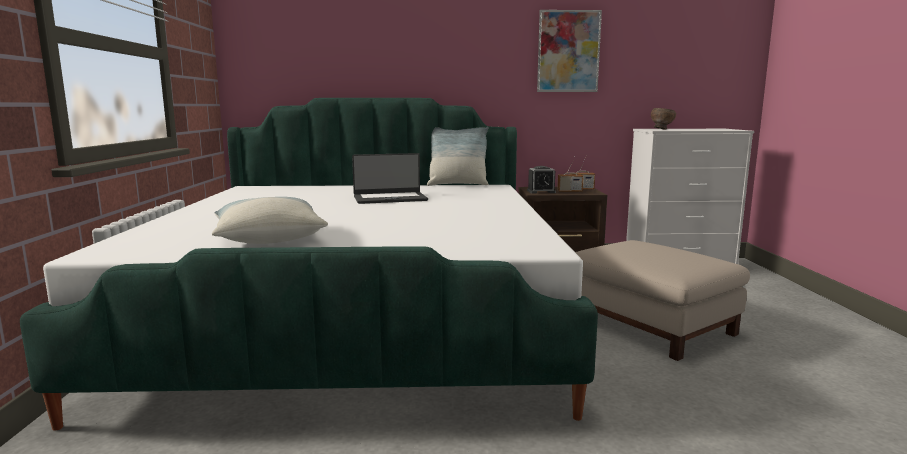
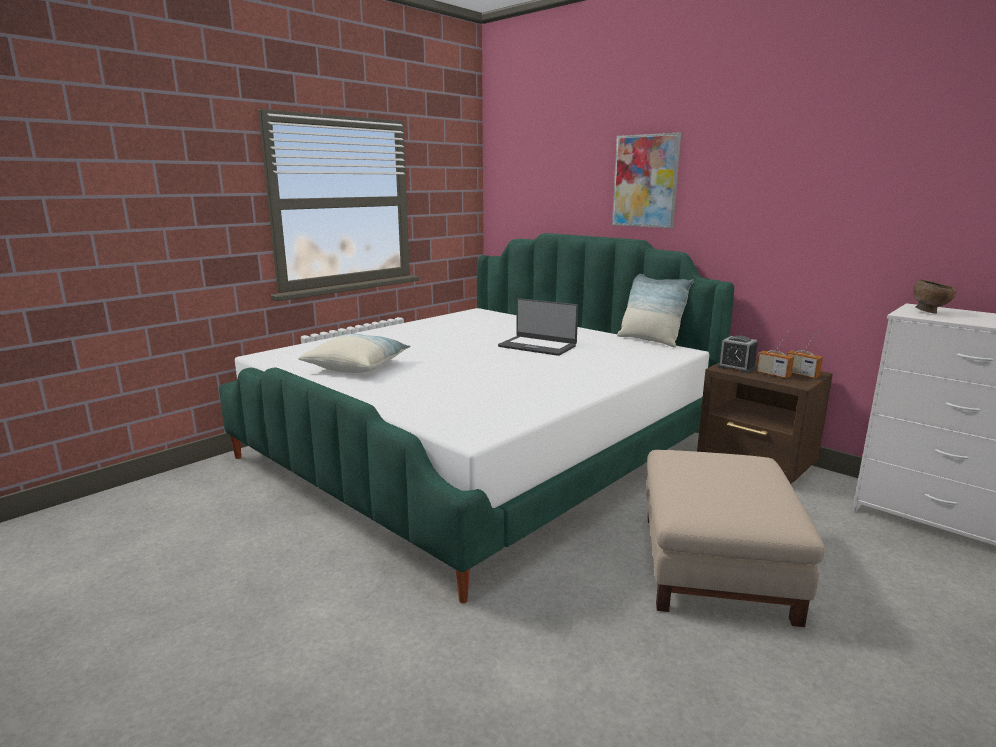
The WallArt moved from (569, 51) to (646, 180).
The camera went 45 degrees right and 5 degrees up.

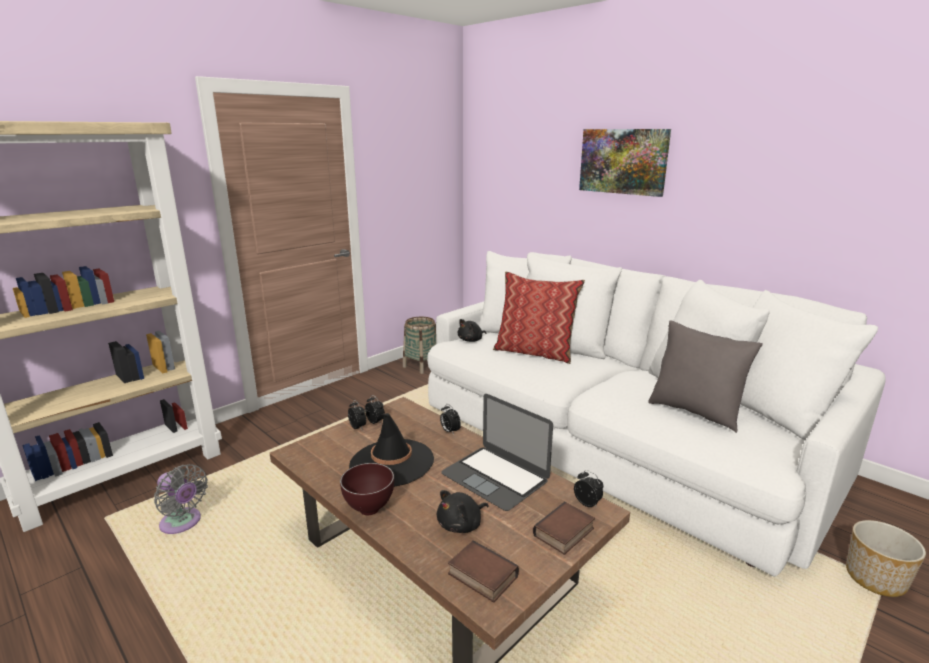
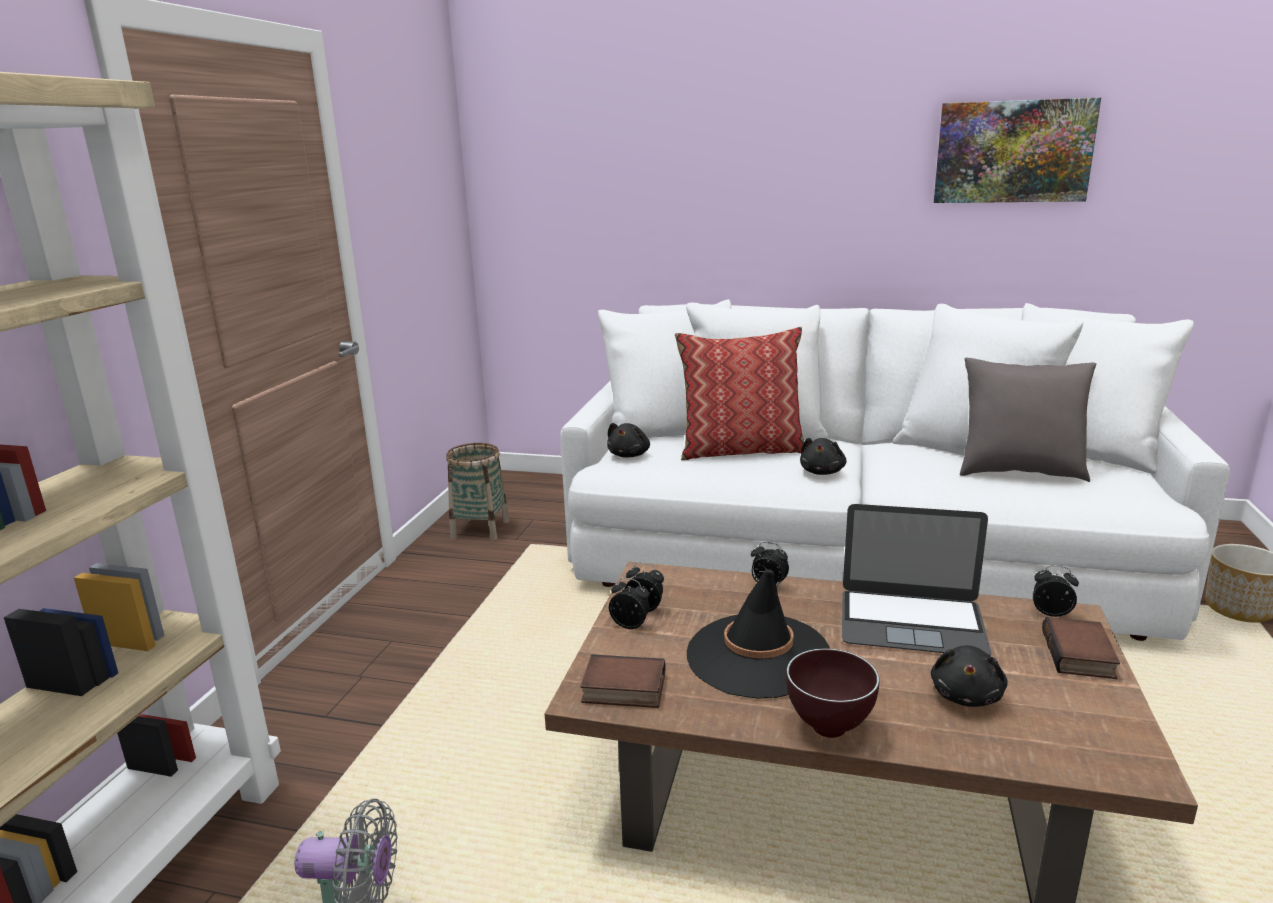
The WallArt moved from (625, 163) to (1017, 150).
The Book moved from (483, 572) to (623, 681).
The BlackSoftToy at (823, 456) appeared.
The camera went 30 degrees left and 0 degrees up.

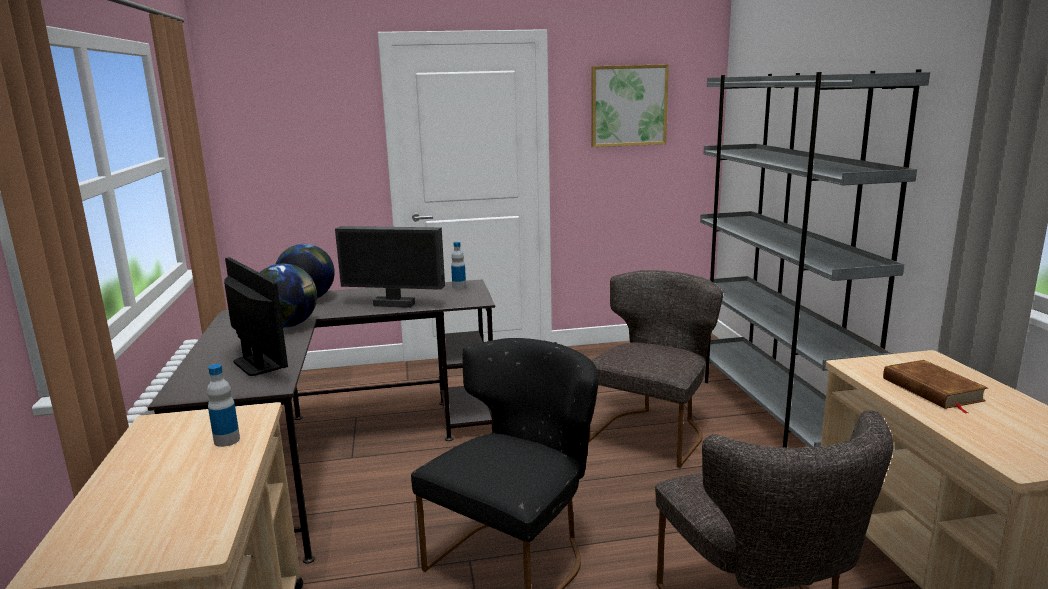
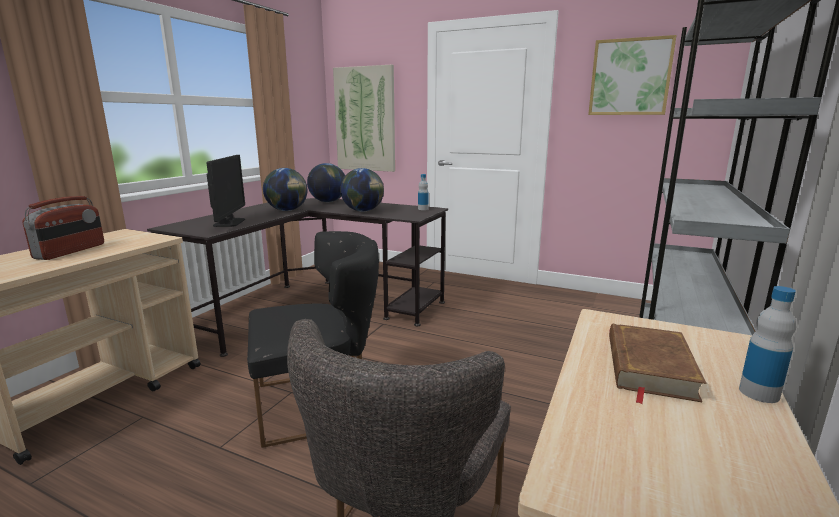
The Monitor at (390, 267) was replaced by the WorldGlobe at (362, 190).
The GreyPlainChair at (656, 369) disappeared.
The DrinkBottle moved from (223, 405) to (767, 344).
The WallArt at (364, 118) appeared.
The RadioReceiver at (63, 228) appeared.
The camera went 35 degrees right and 0 degrees up.

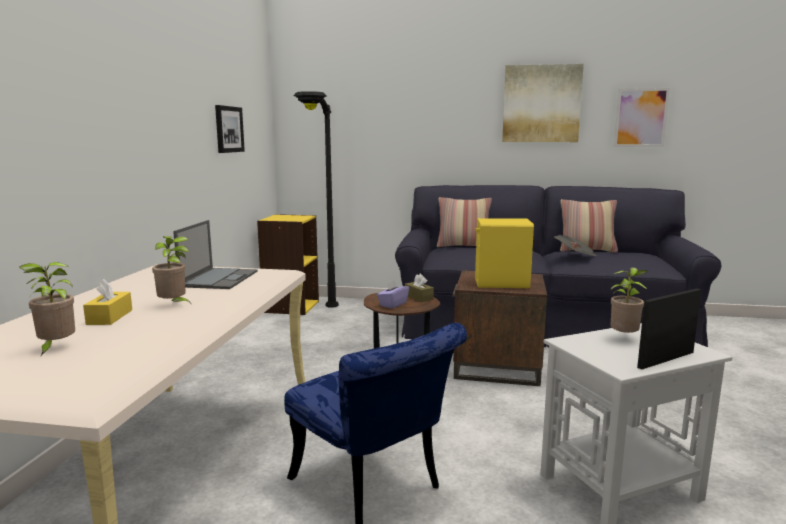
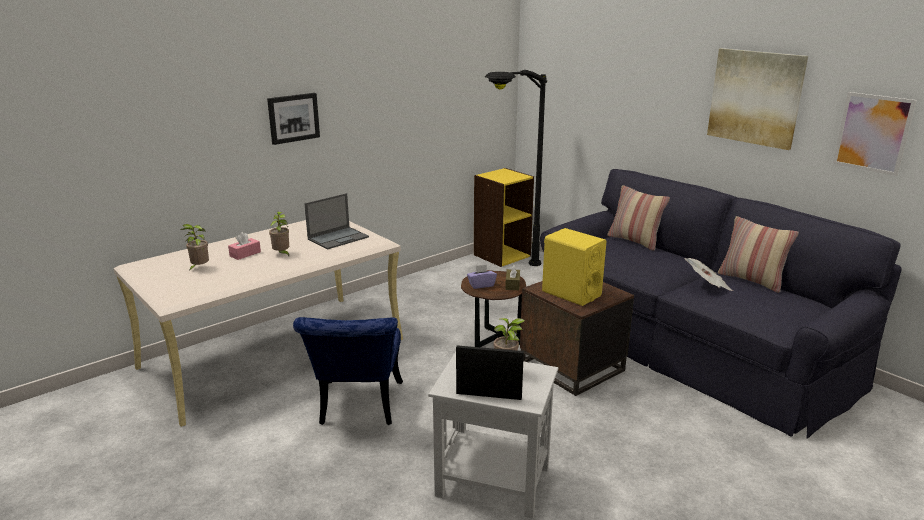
The WallArt moved from (230, 129) to (293, 119).
The YellowBoxOfTissues at (107, 302) became the PinkBoxOfTissues at (244, 246).
The camera went 40 degrees right and 10 degrees up.

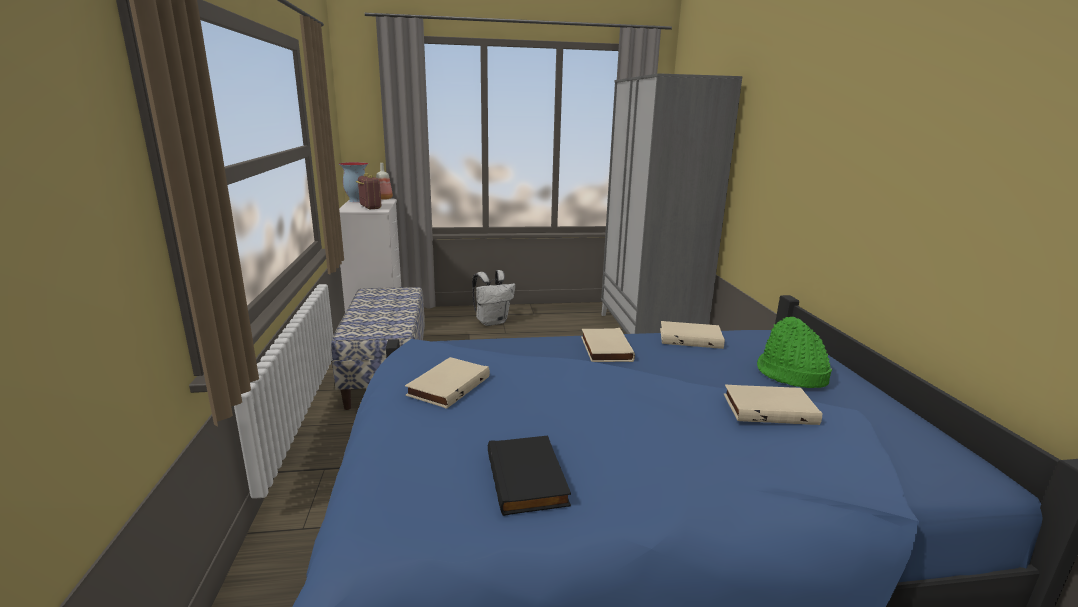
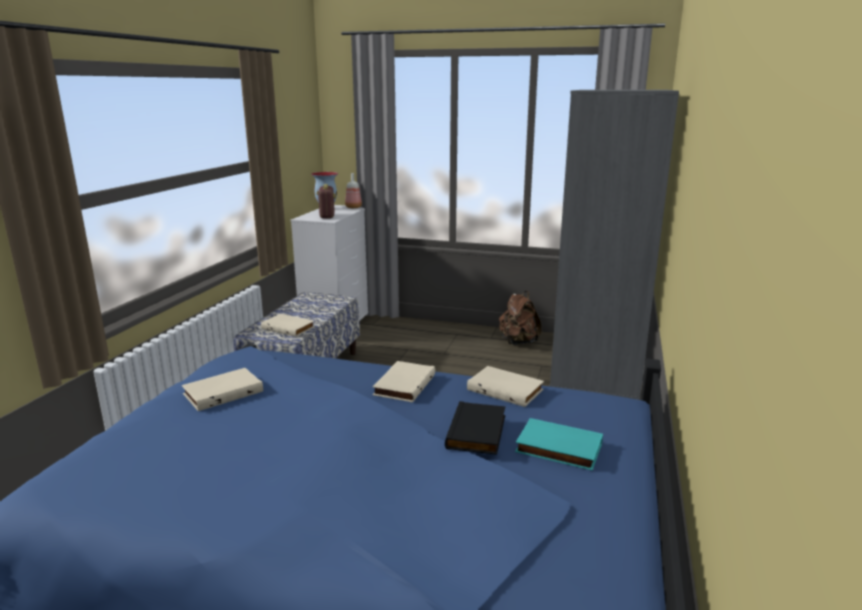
The WhiteColouredKnapsack at (493, 298) disappeared.
The GreenishHat at (794, 352) was replaced by the TurquoiseColouredBook at (559, 444).
The BeigeColouredBook moved from (773, 404) to (288, 325).
The BlackBook moved from (529, 475) to (475, 428).
The BrownKnapsack at (520, 318) appeared.
The camera went 25 degrees right and 0 degrees up.

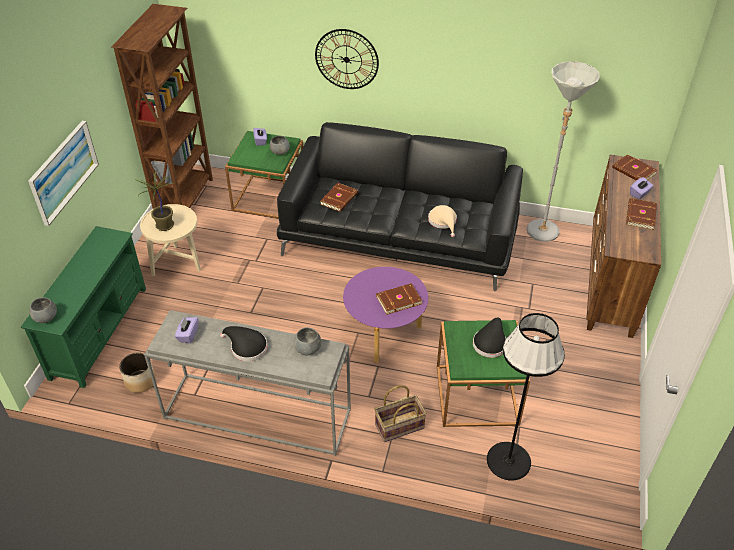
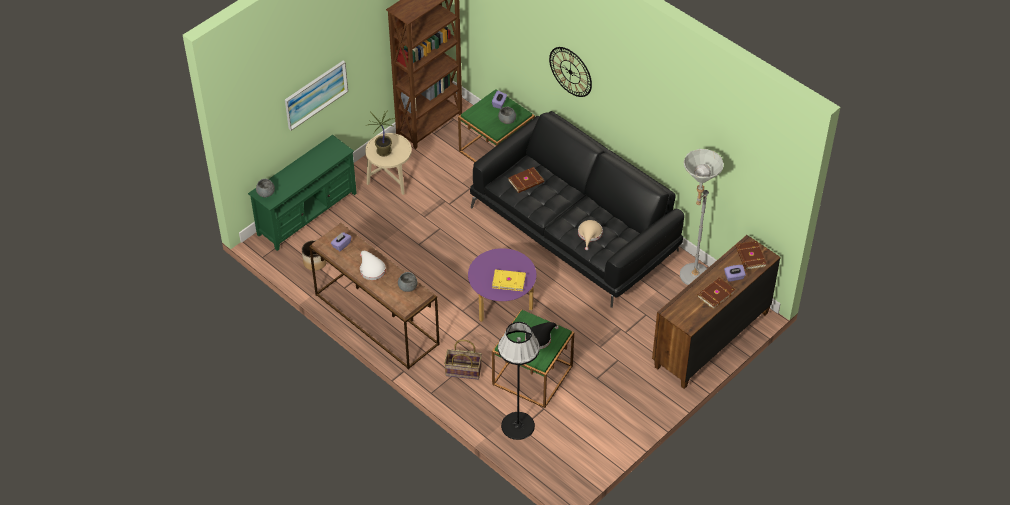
The BrownBook at (399, 299) became the YellowBook at (509, 280).
The GreyNarrowTable at (247, 383) became the BrownNarrowTable at (374, 296).
The BlackHat at (244, 344) became the WhiteColouredHat at (373, 265).
The camera went 30 degrees right and 5 degrees up.

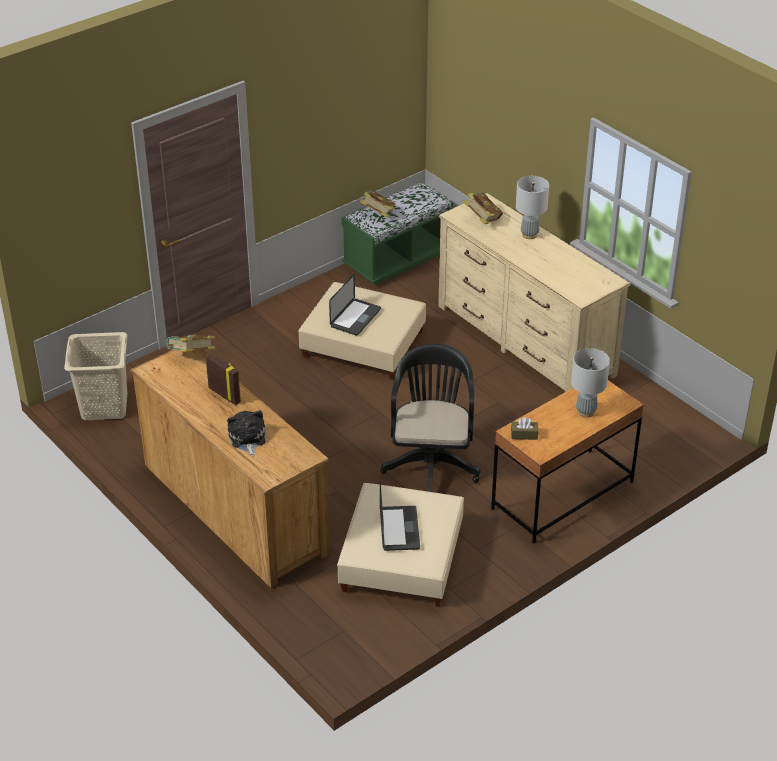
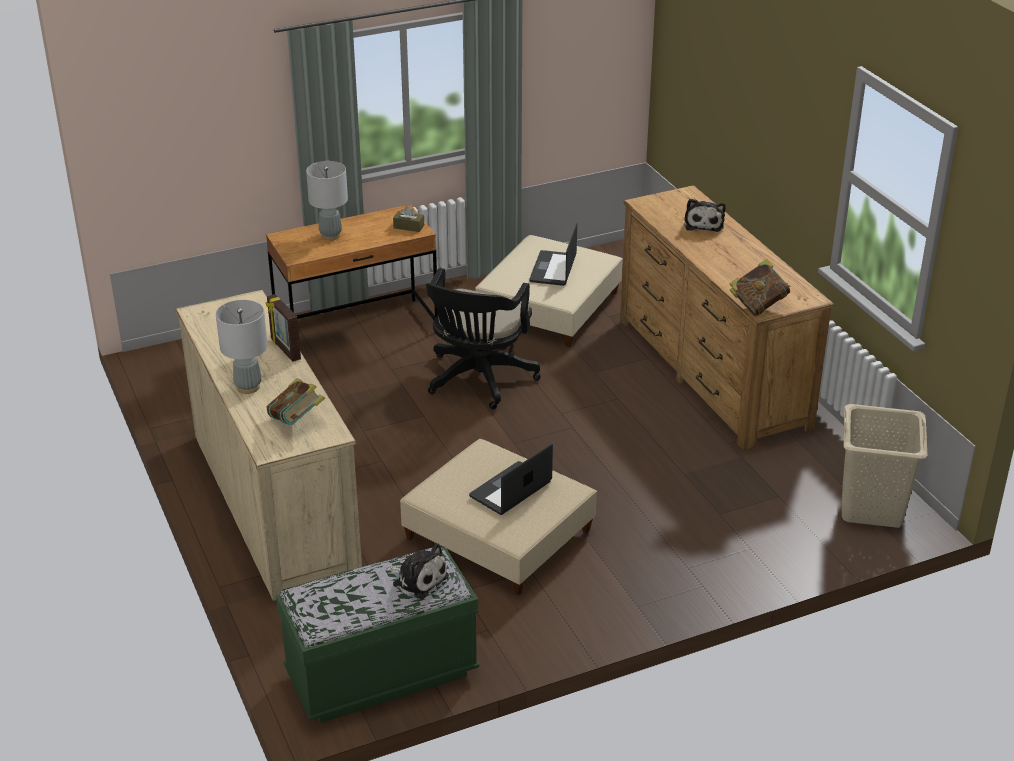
The Book at (377, 203) was replaced by the SoftToy at (417, 571).
The PictureFrame moved from (223, 379) to (283, 328).
The camera went 165 degrees left and 5 degrees down.

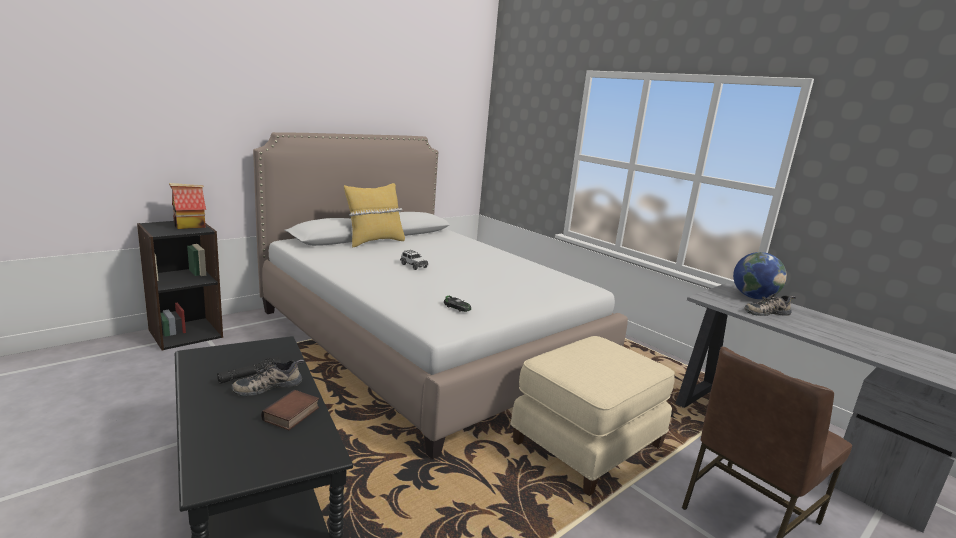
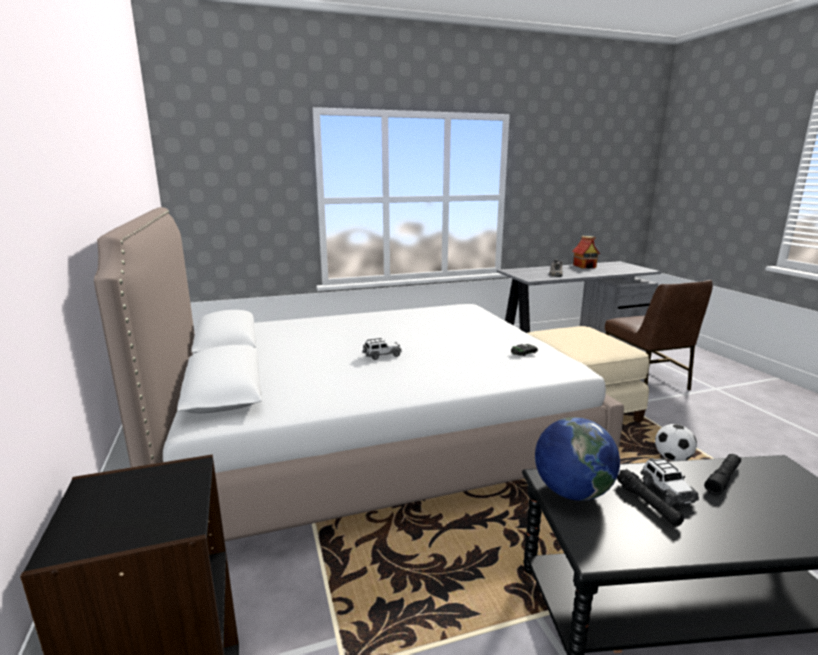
The MiniatureHouse moved from (187, 206) to (586, 252).
The YellowPillow at (374, 215) disappeared.
The WorldGlobe moved from (760, 275) to (577, 459).
The LowShoe at (268, 378) was replaced by the ModelCar at (670, 482).
The Book at (290, 410) was replaced by the BlackHandTorch at (722, 474).
The FootballBall at (676, 442) appeared.
The camera went 65 degrees left and 0 degrees up.

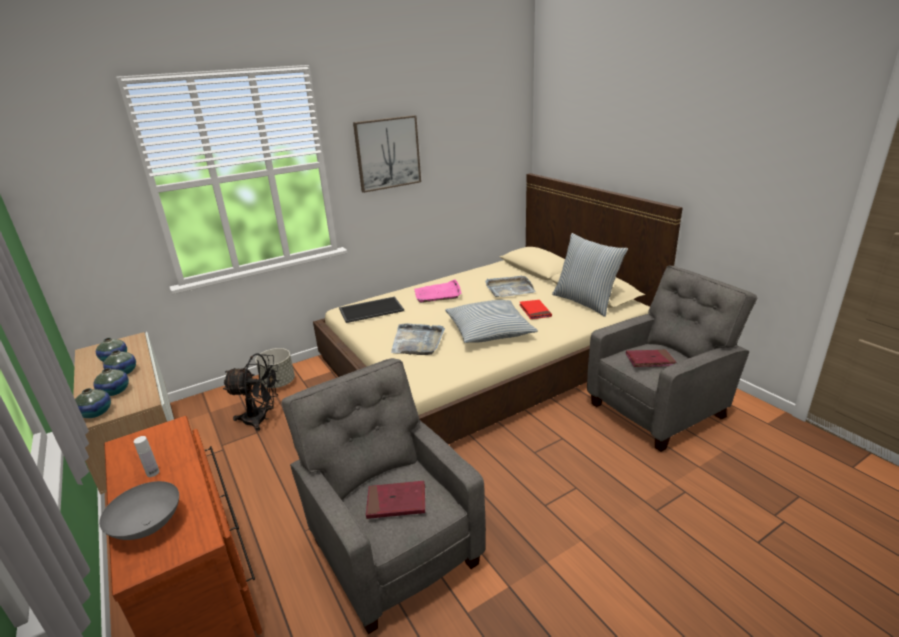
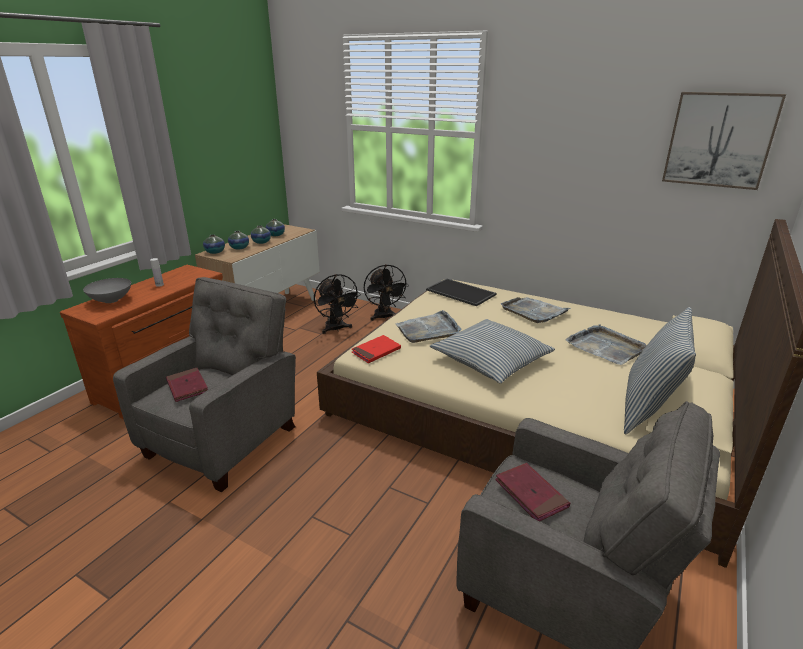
The WallArt moved from (387, 154) to (724, 141).
The PinkServingTray at (438, 291) became the GreyServingTray at (536, 310).
The RedBook moved from (535, 309) to (376, 349).
The GreyFlowerPot at (275, 368) was replaced by the BlackCoolingFan at (386, 292).
The camera went 60 degrees right and 0 degrees up.

